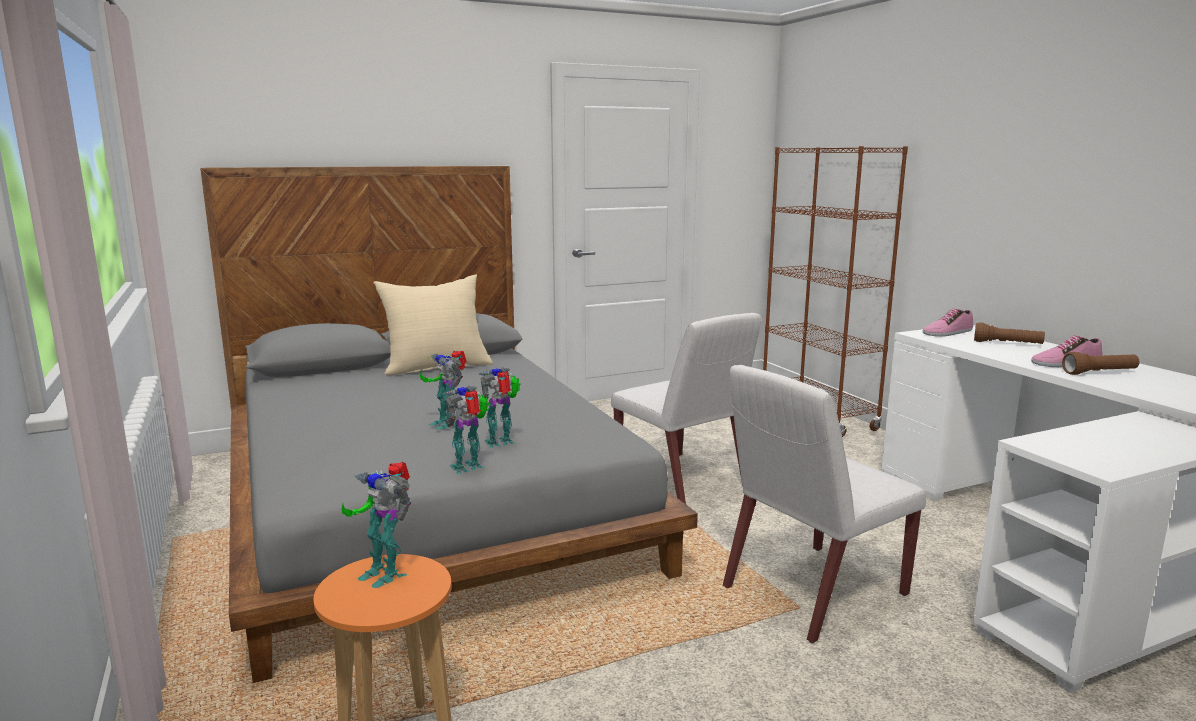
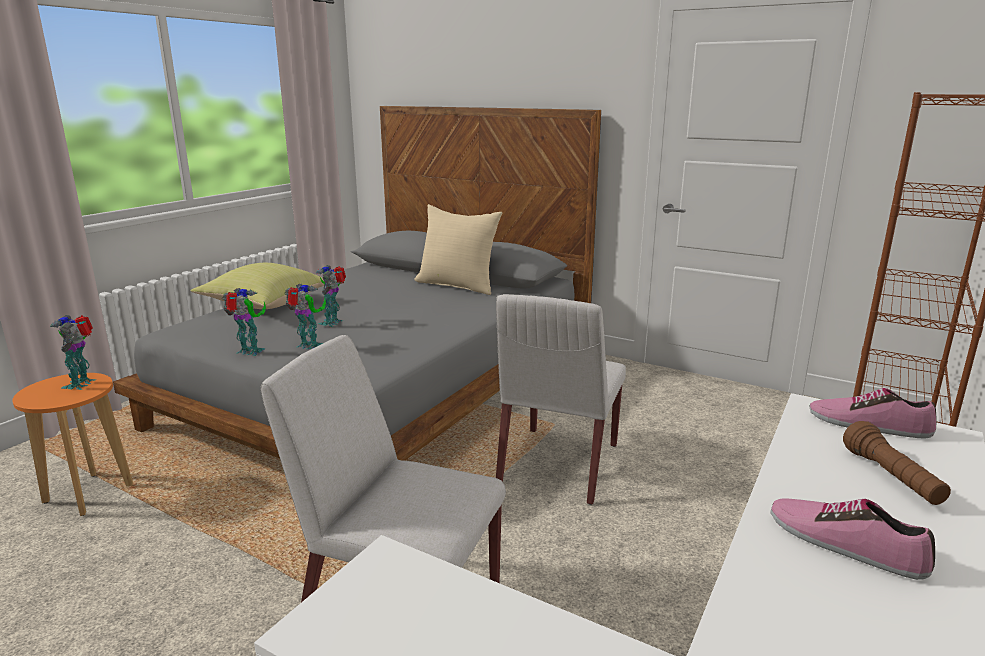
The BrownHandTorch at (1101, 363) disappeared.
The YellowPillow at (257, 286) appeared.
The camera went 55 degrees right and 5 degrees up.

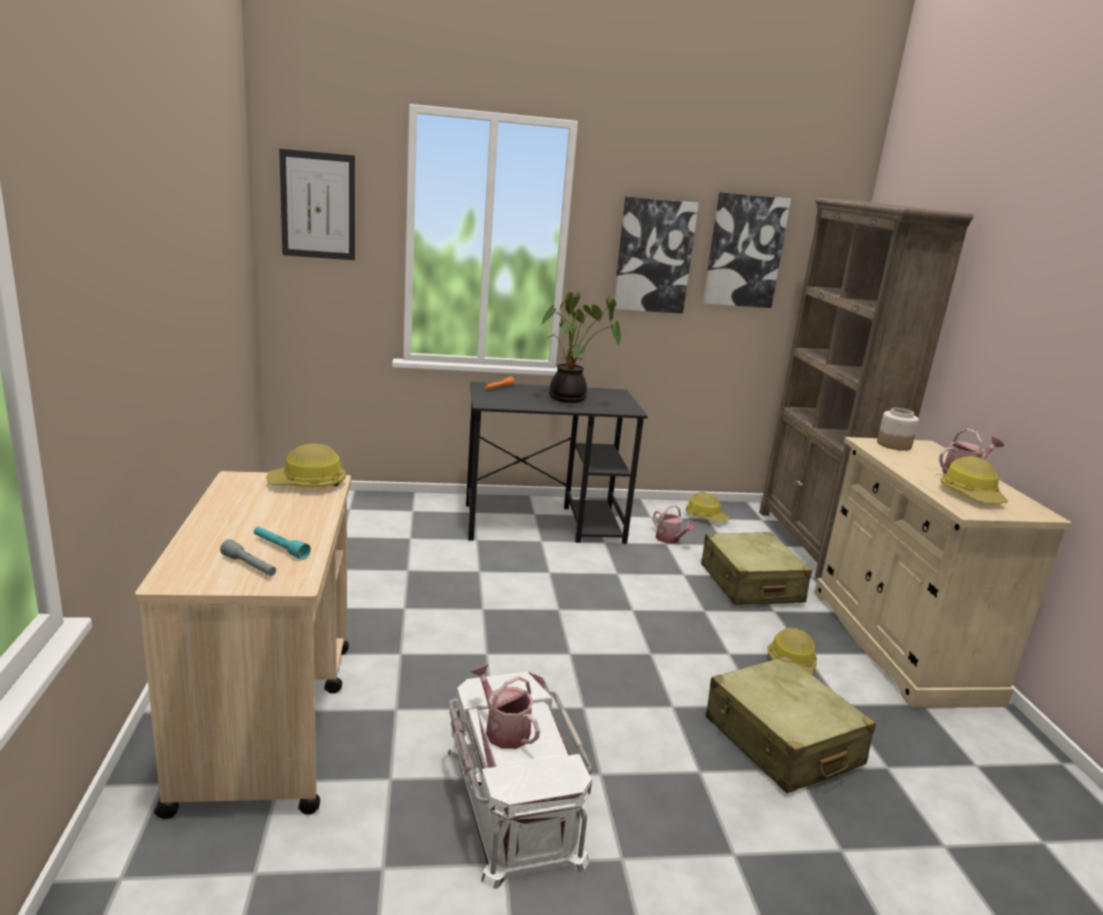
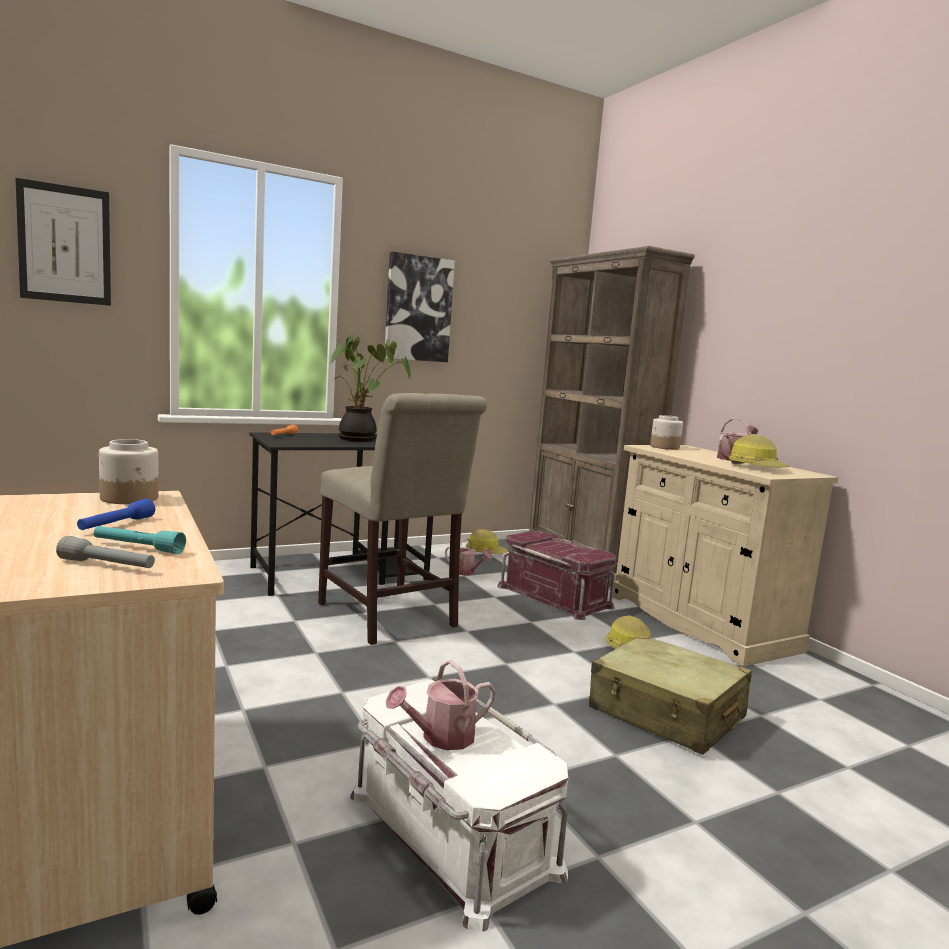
The WallArt at (747, 250) disappeared.
The HardHat at (306, 465) was replaced by the PreserveJar at (129, 471).
The BeigeColouredSuitcase at (756, 568) was replaced by the RedStorageContainer at (556, 575).
The SprinklingCan at (505, 706) turned 60 degrees counterclockwise.
The BeigeColouredPlainChair at (402, 519) appeared.
The BluishHandTorch at (116, 514) appeared.
The camera went 20 degrees left and 10 degrees down.

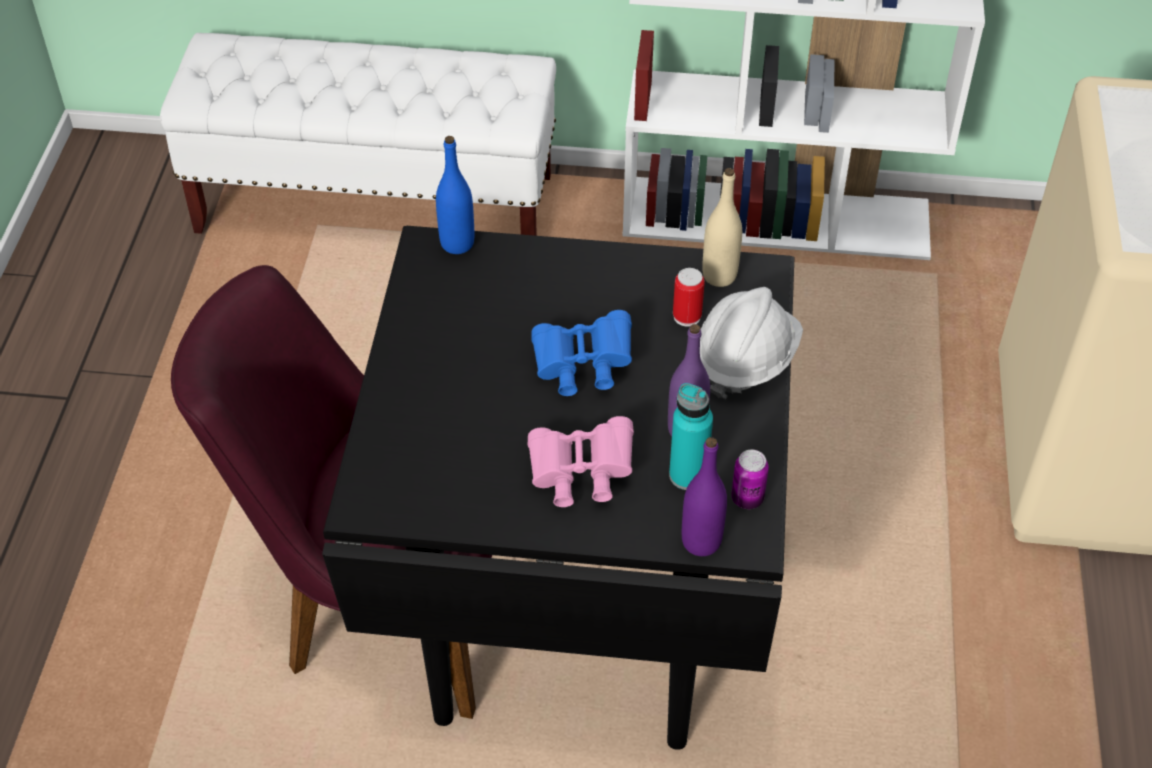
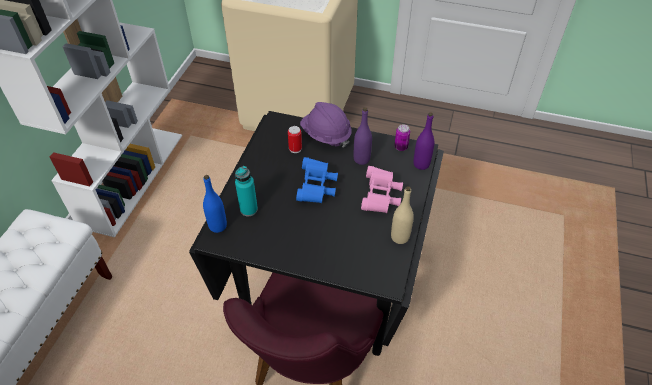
The BeigeColouredDrinkBottle moved from (722, 227) to (402, 215).
The WhiteColouredHardHat at (751, 343) became the PurpleColouredHardHat at (326, 124).
The TurquoiseColouredDrinkBottle moved from (691, 436) to (246, 191).
The camera went 80 degrees left and 0 degrees up.

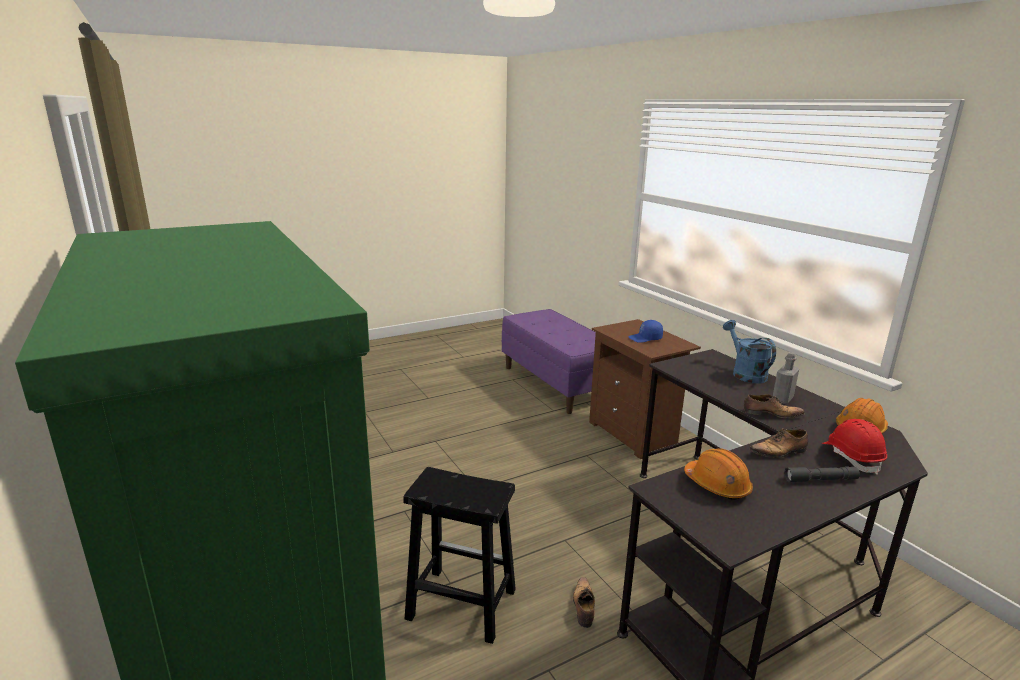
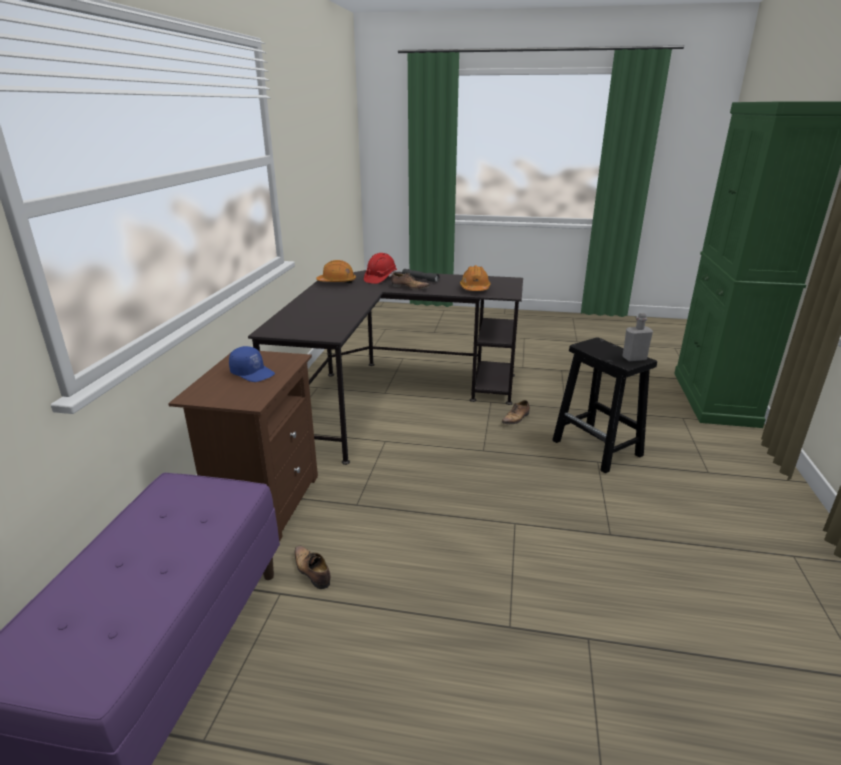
The BluishSprinklingCan at (749, 352) disappeared.
The GreyDrinkBottle moved from (786, 378) to (637, 337).
The LowShoe moved from (774, 406) to (313, 567).
The camera went 140 degrees left and 5 degrees up.

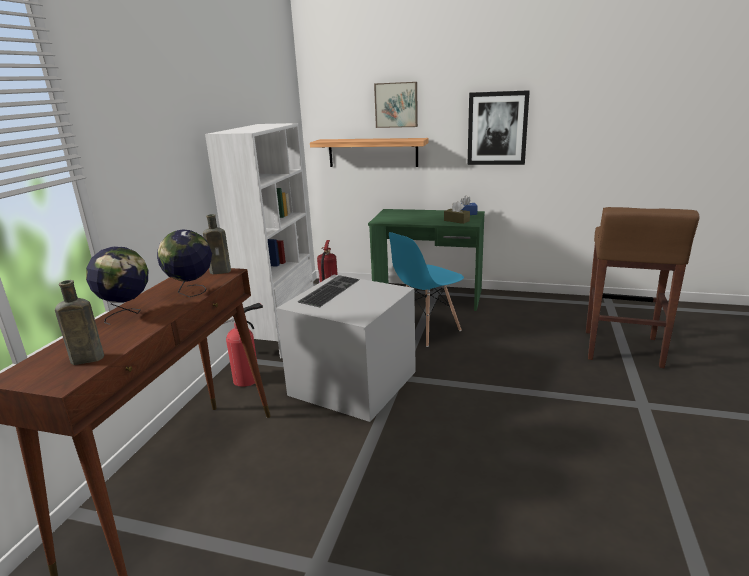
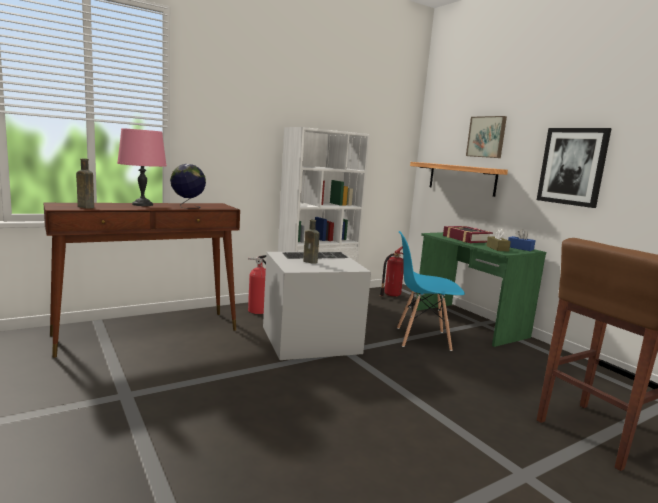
The BrownDrinkBottle moved from (217, 244) to (311, 241).
The WorldGlobe at (117, 285) was replaced by the PinkTabletopLamp at (142, 167).
The Book at (468, 234) appeared.
The camera went 40 degrees right and 10 degrees down.

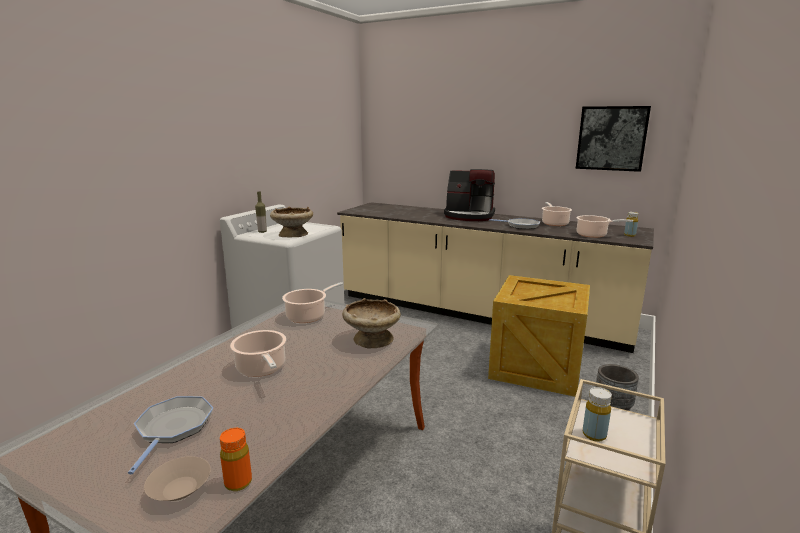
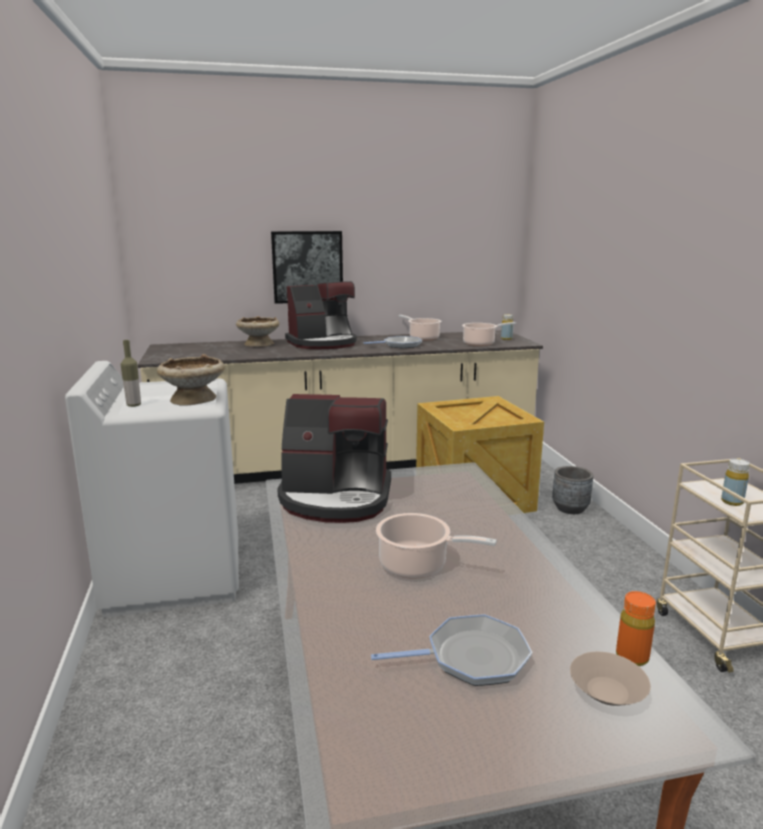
The WallArt moved from (613, 139) to (307, 267).
The Stockpot at (312, 302) was replaced by the CoffeeMachine at (334, 458).
The BeigeColouredDeepDish moved from (371, 323) to (257, 331).
The FryingPan at (170, 435) turned 120 degrees clockwise.
The camera went 40 degrees left and 0 degrees up.

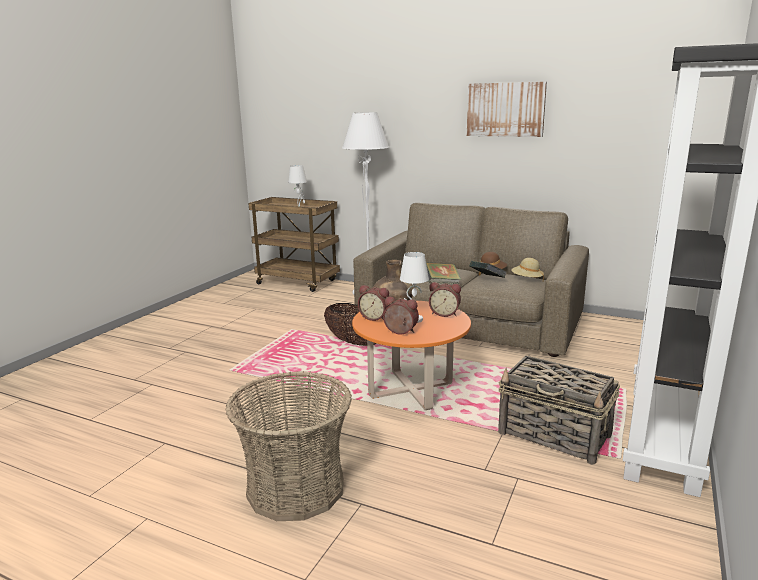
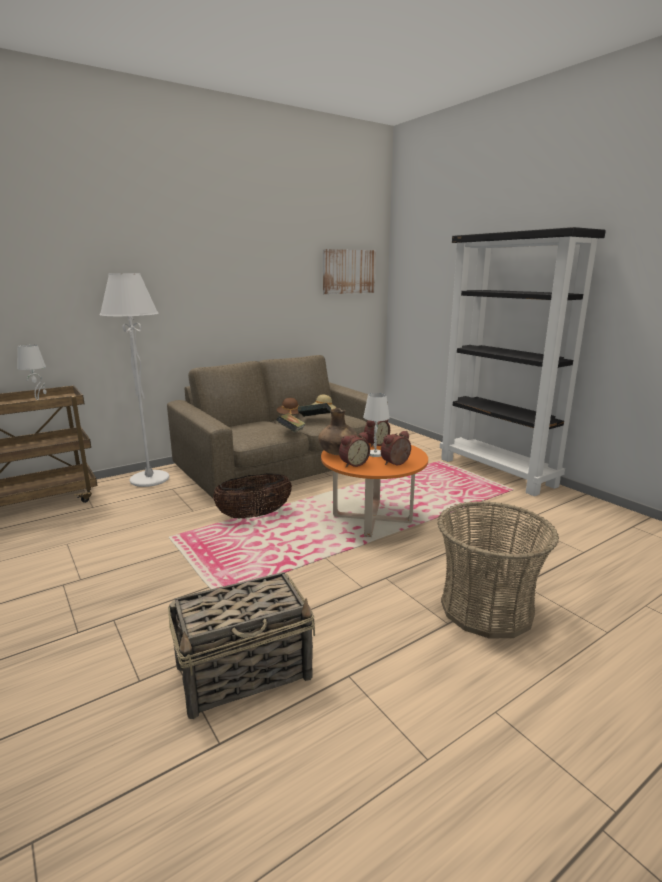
The WallArt moved from (507, 109) to (349, 271).
The Basket moved from (559, 410) to (241, 645).
The camera went 60 degrees left and 0 degrees up.

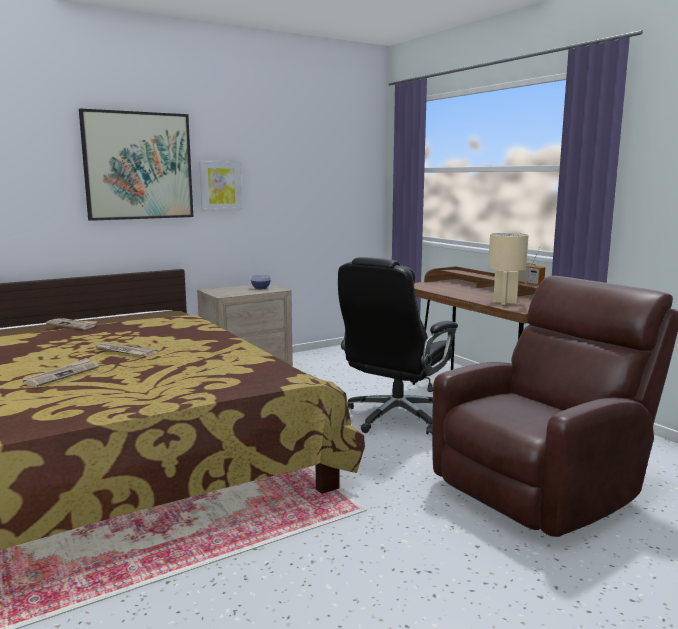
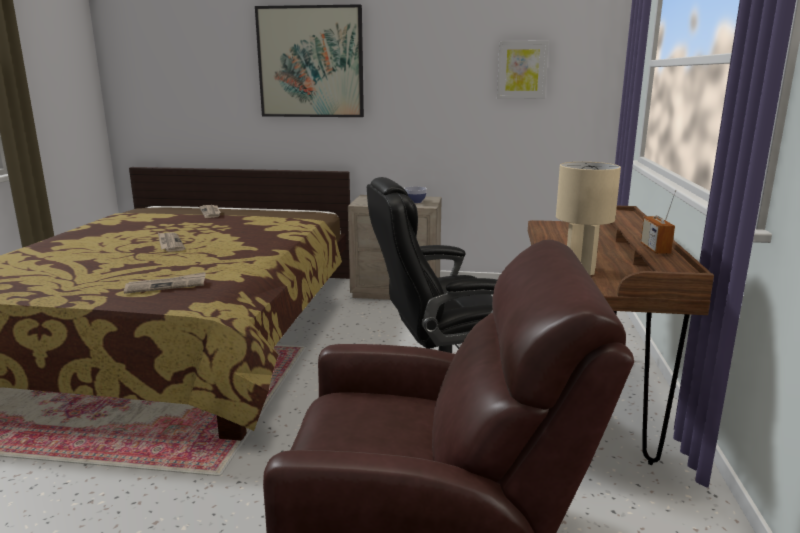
The WallArt moved from (220, 186) to (523, 70).
The PrintedPaper moved from (61, 372) to (164, 283).
The camera went 40 degrees right and 5 degrees up.

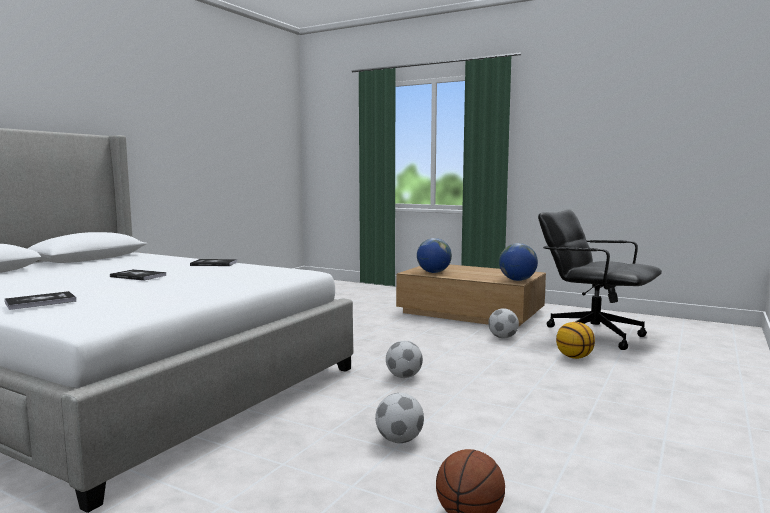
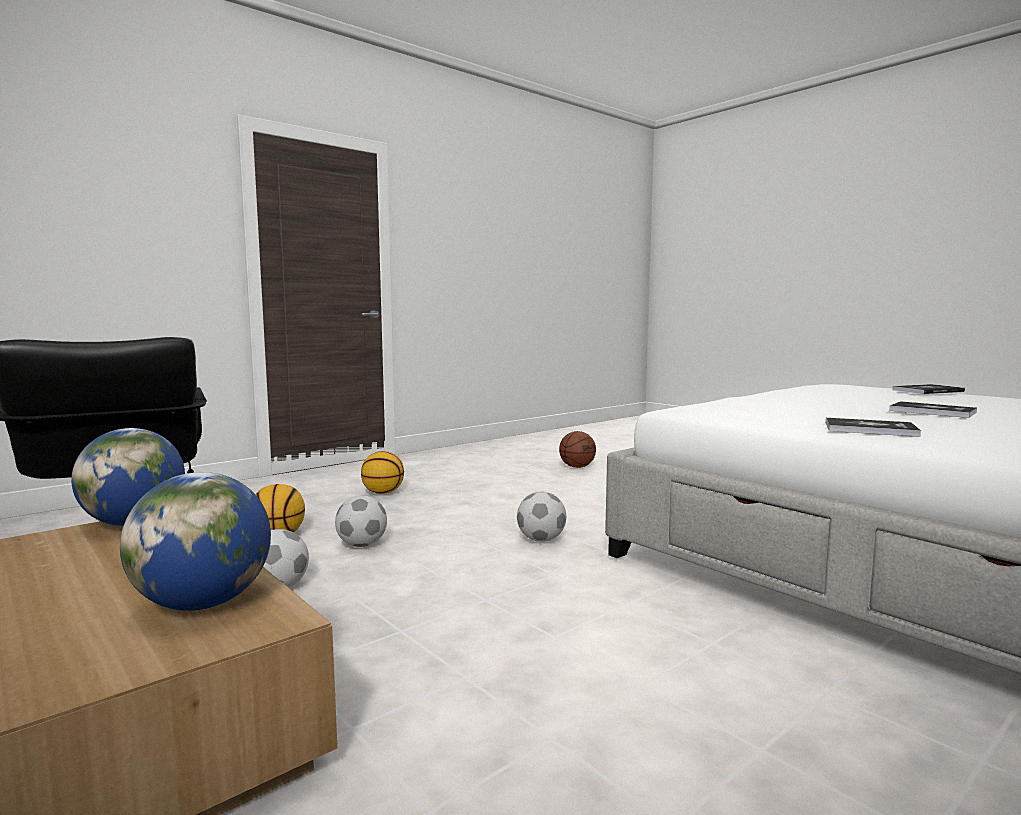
The FootballBall moved from (399, 418) to (361, 521).
The BasketballBall at (382, 472) appeared.
The camera went 160 degrees left and 0 degrees up.

